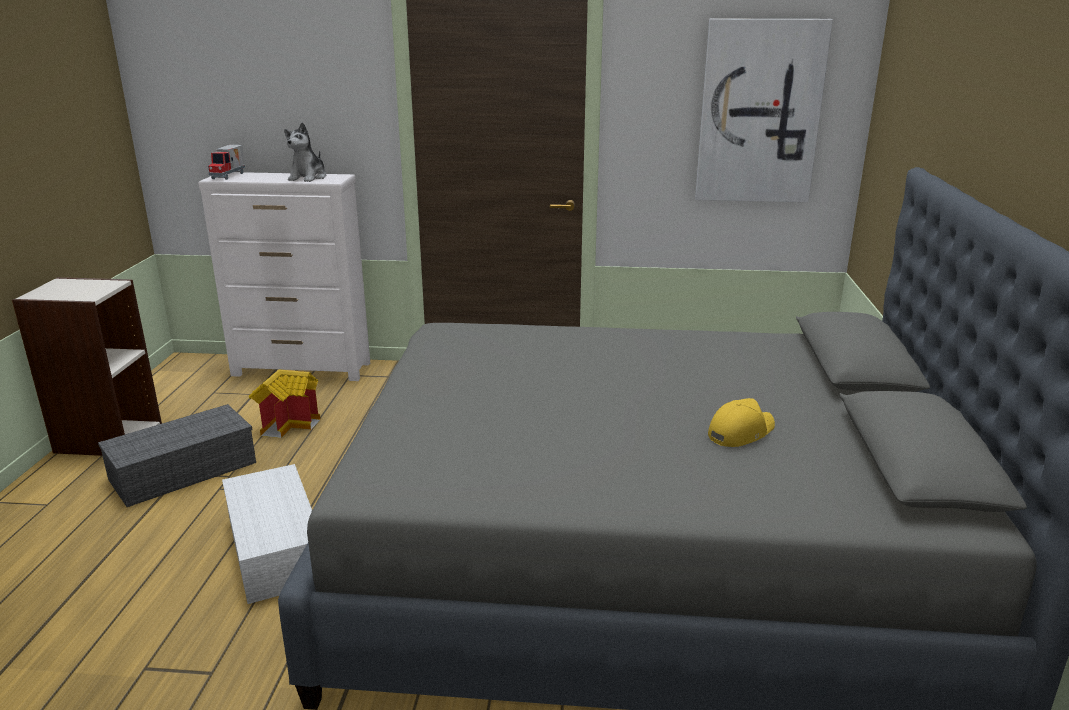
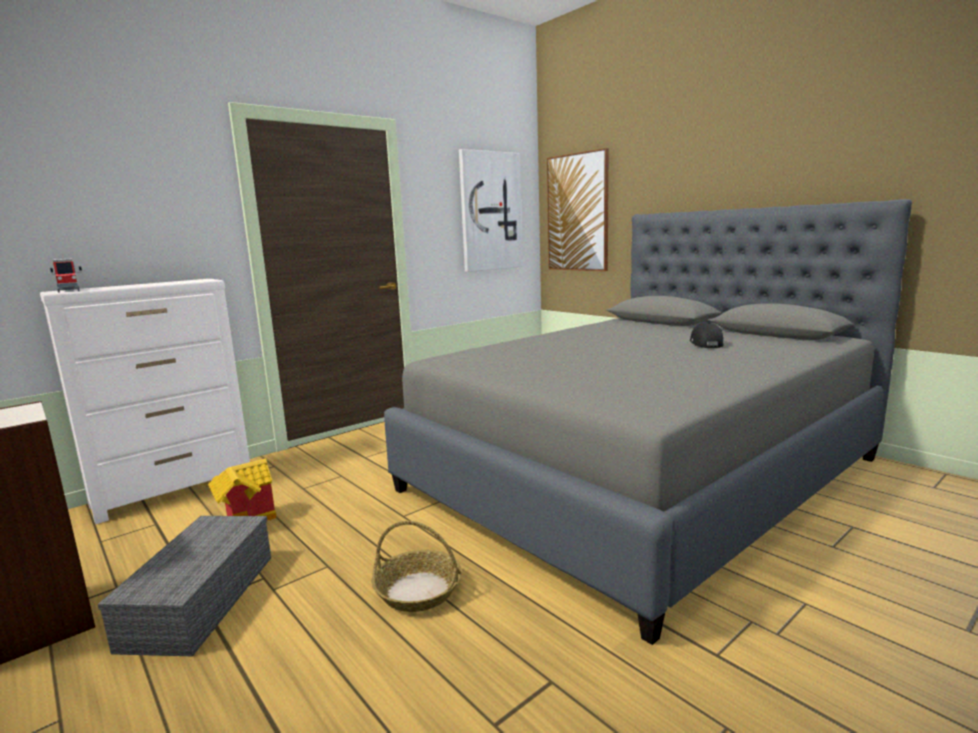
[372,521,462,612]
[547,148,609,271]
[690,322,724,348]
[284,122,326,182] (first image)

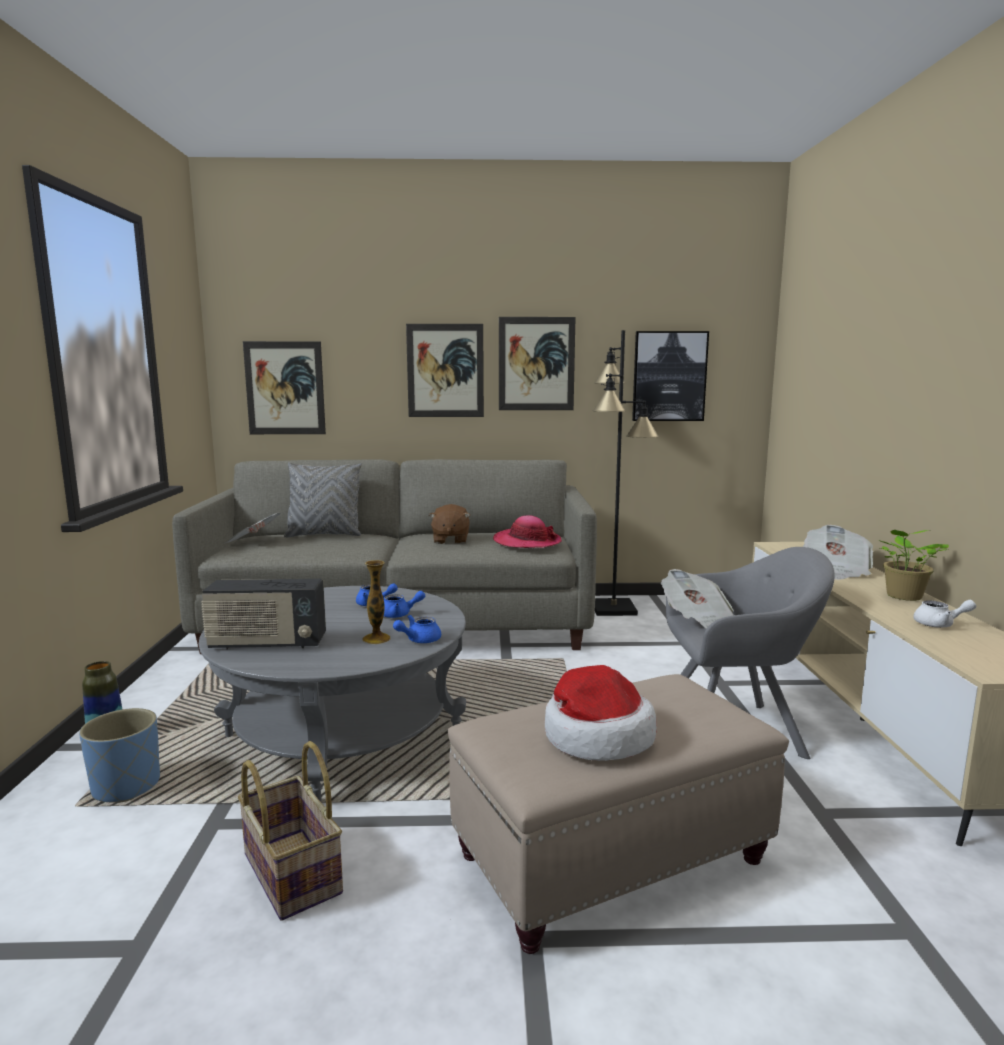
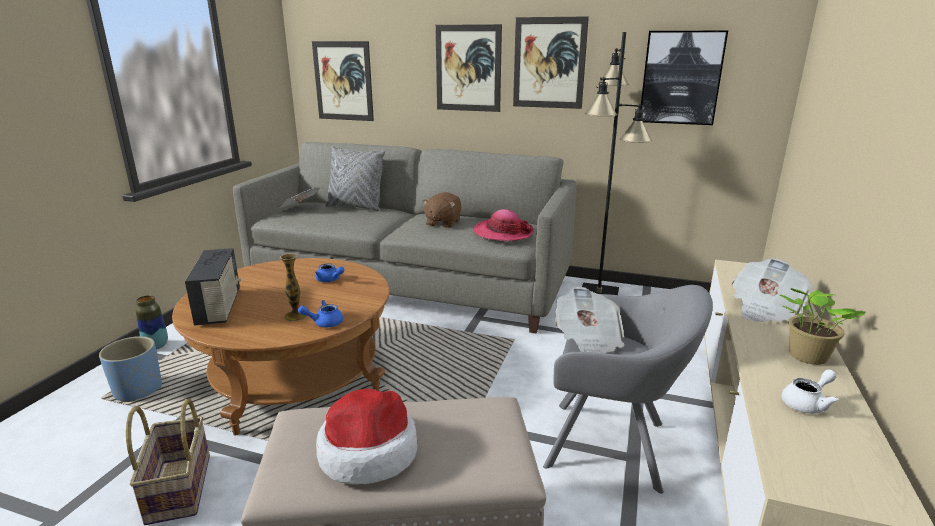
[172,258,389,436]
[185,248,241,326]
[781,369,839,414]
[384,591,425,618] (first image)

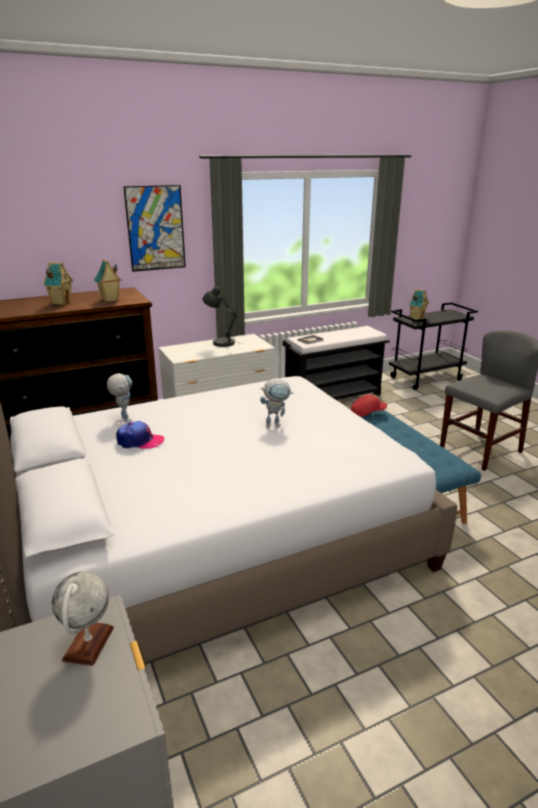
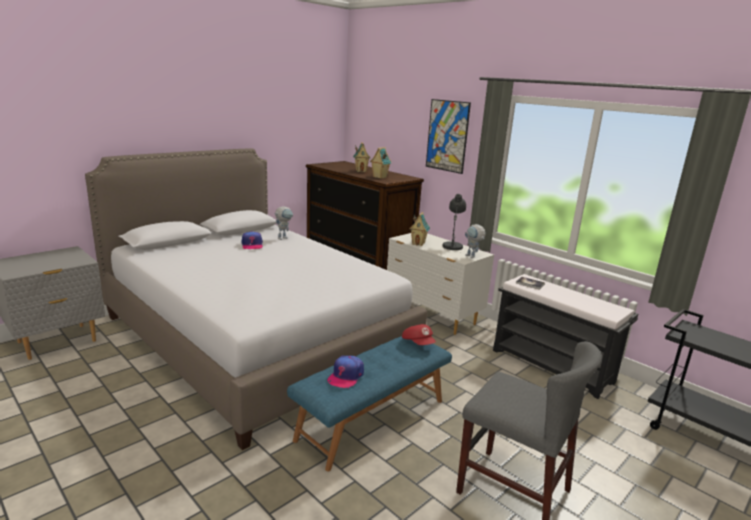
[327,356,364,388]
[410,212,430,246]
[465,224,486,258]
[52,572,114,666] (first image)

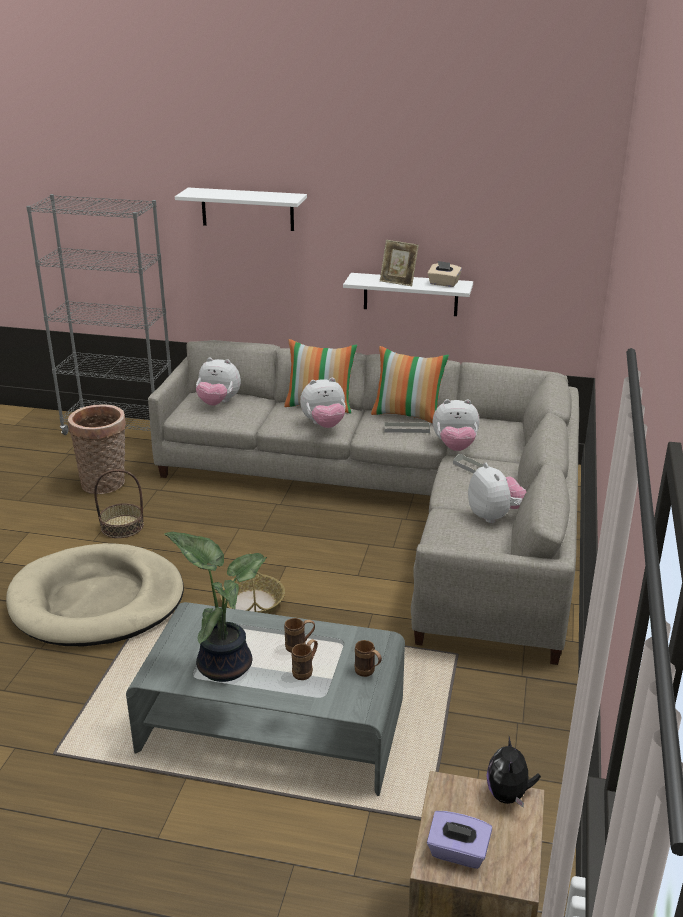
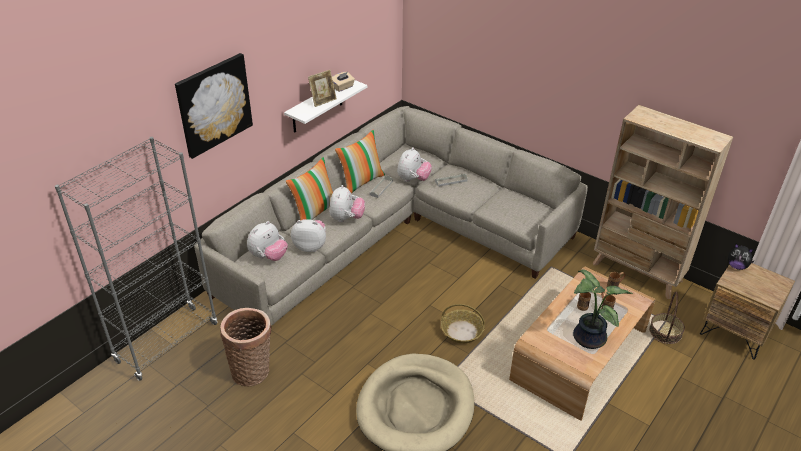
[175,53,253,159]
[291,219,326,252]
[509,266,655,421]
[593,105,733,299]
[649,292,685,344]
[427,811,492,869] (first image)

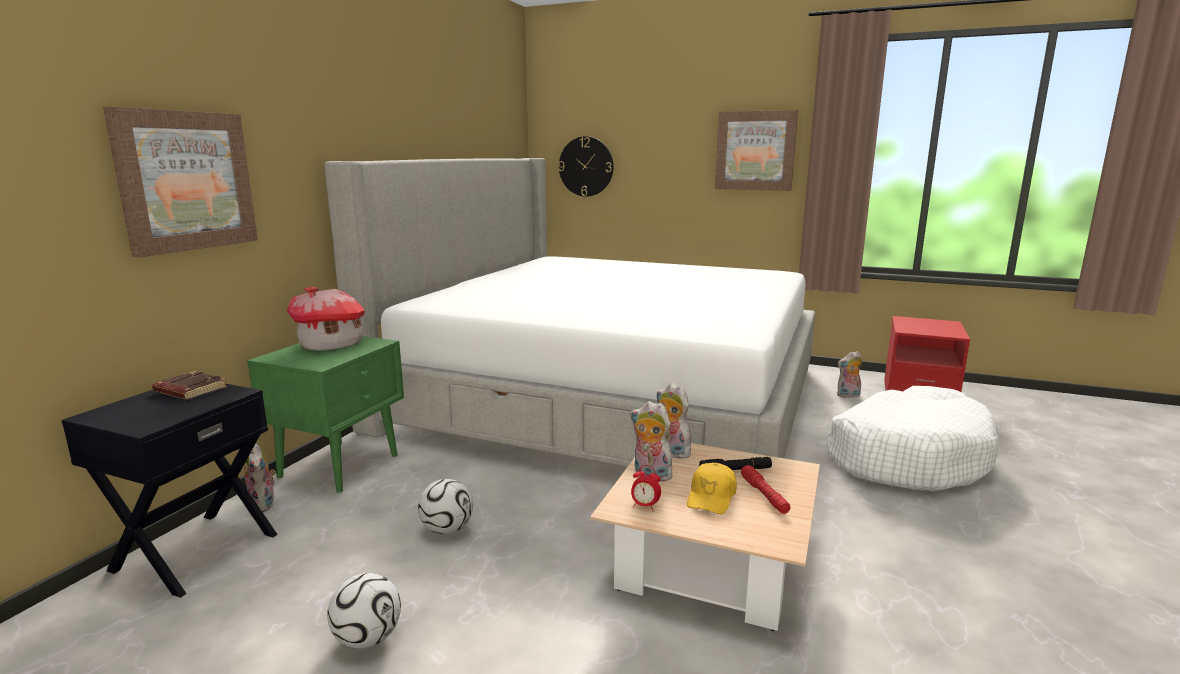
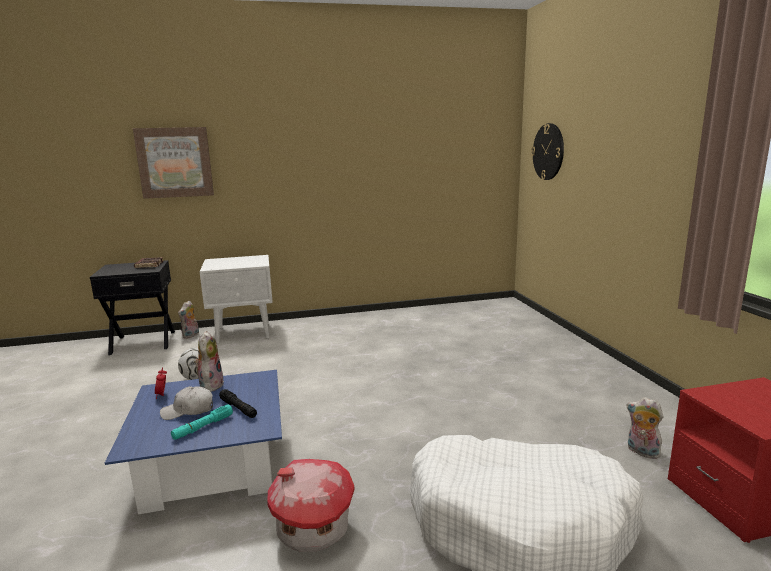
[105,370,282,514]
[160,386,213,420]
[171,404,233,440]
[199,255,273,344]
[267,459,355,552]
[324,158,815,467] (first image)
[327,573,401,649] (first image)
[656,383,691,459] (first image)
[715,110,798,191] (first image)

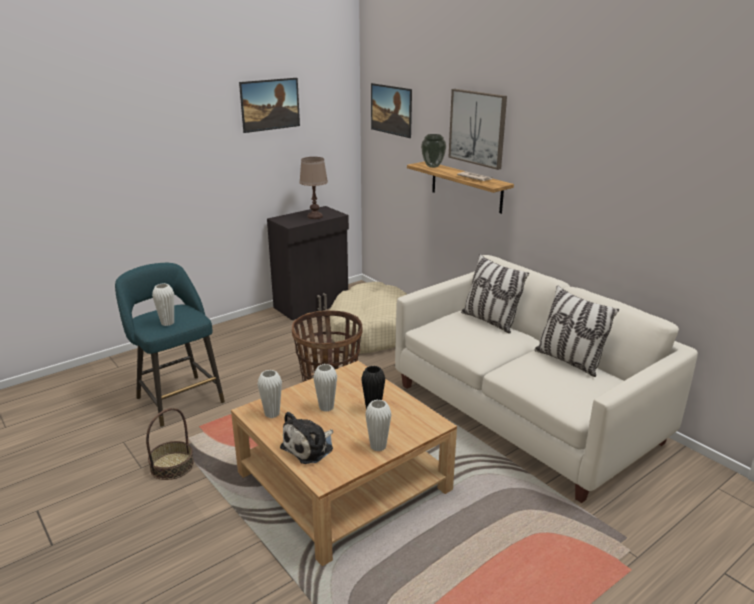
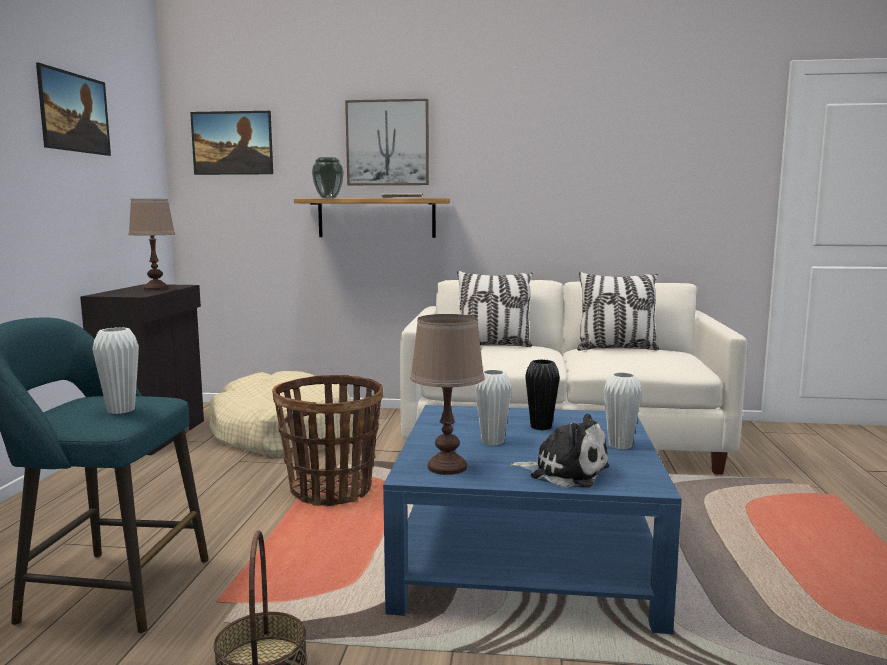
[383,405,682,634]
[410,314,485,475]
[510,414,609,488]

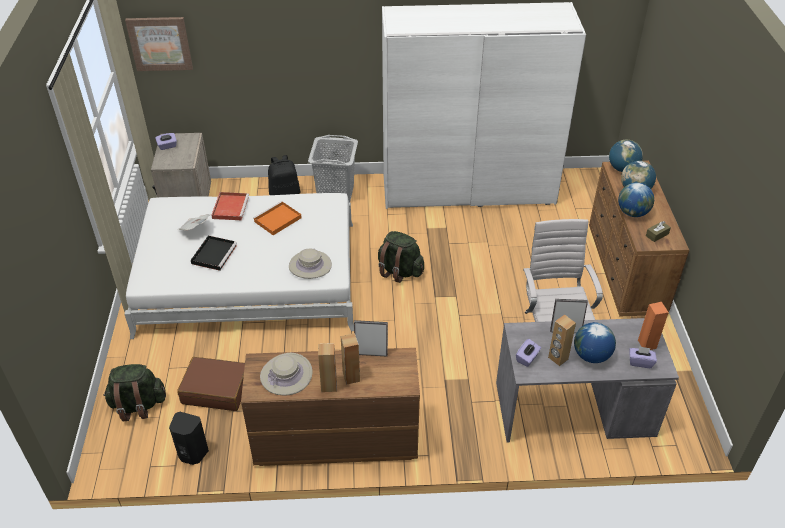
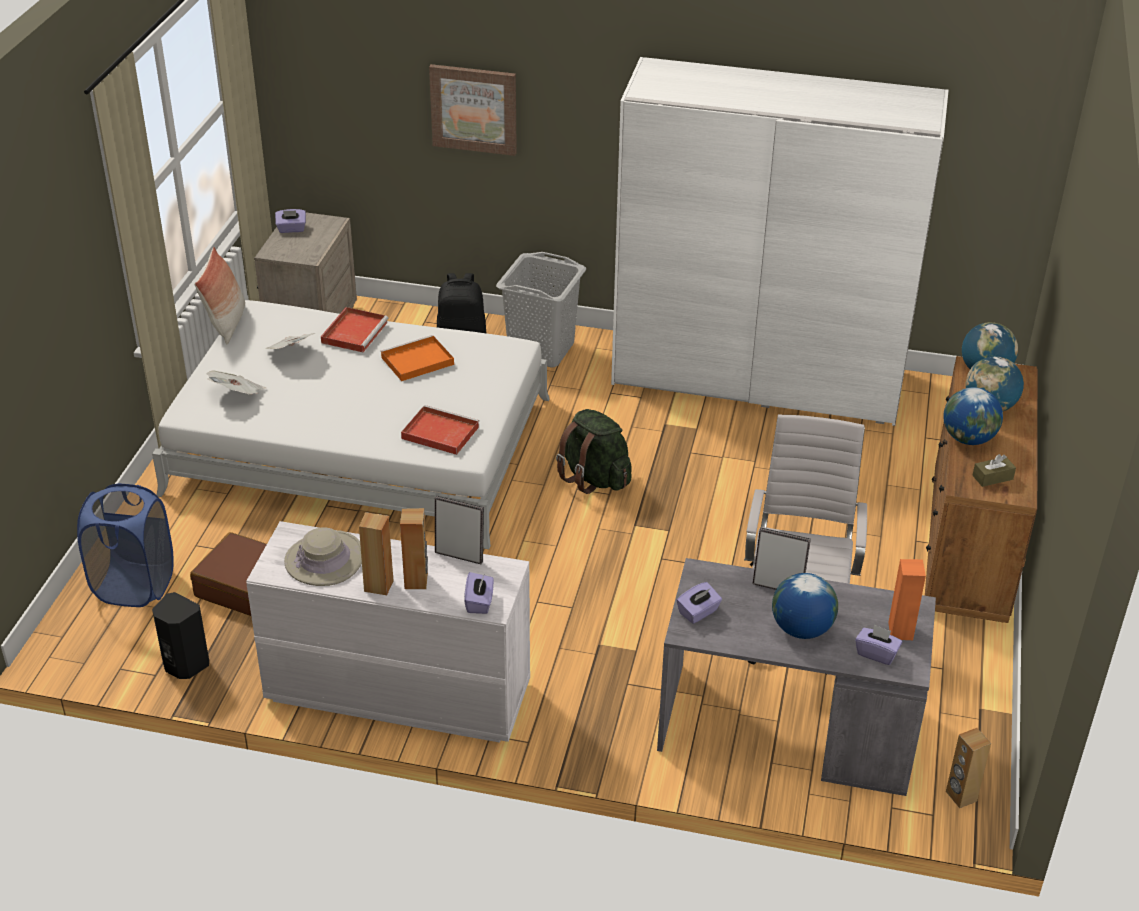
[77,483,173,607]
[194,247,245,345]
[206,370,266,395]
[246,521,530,743]
[401,405,479,455]
[429,64,517,156]
[464,572,494,614]
[946,728,991,808]
[191,236,237,271] (first image)

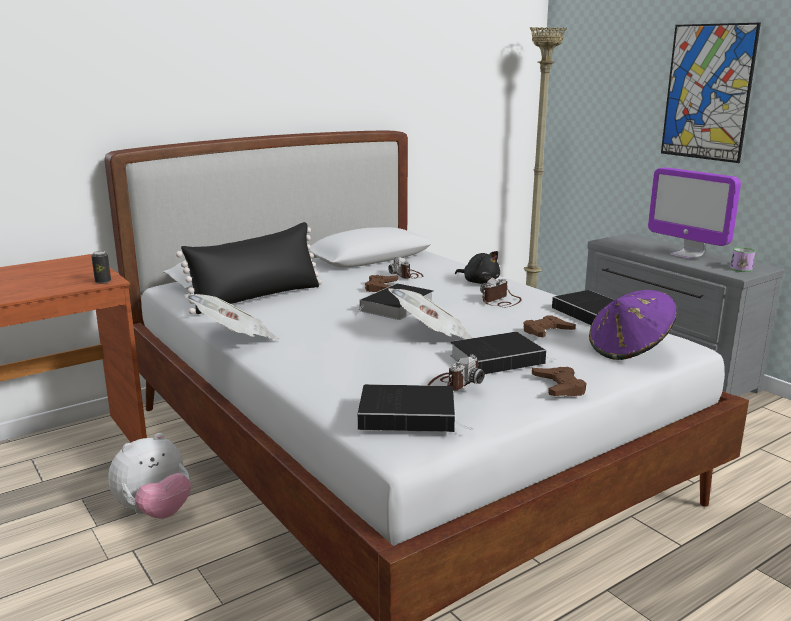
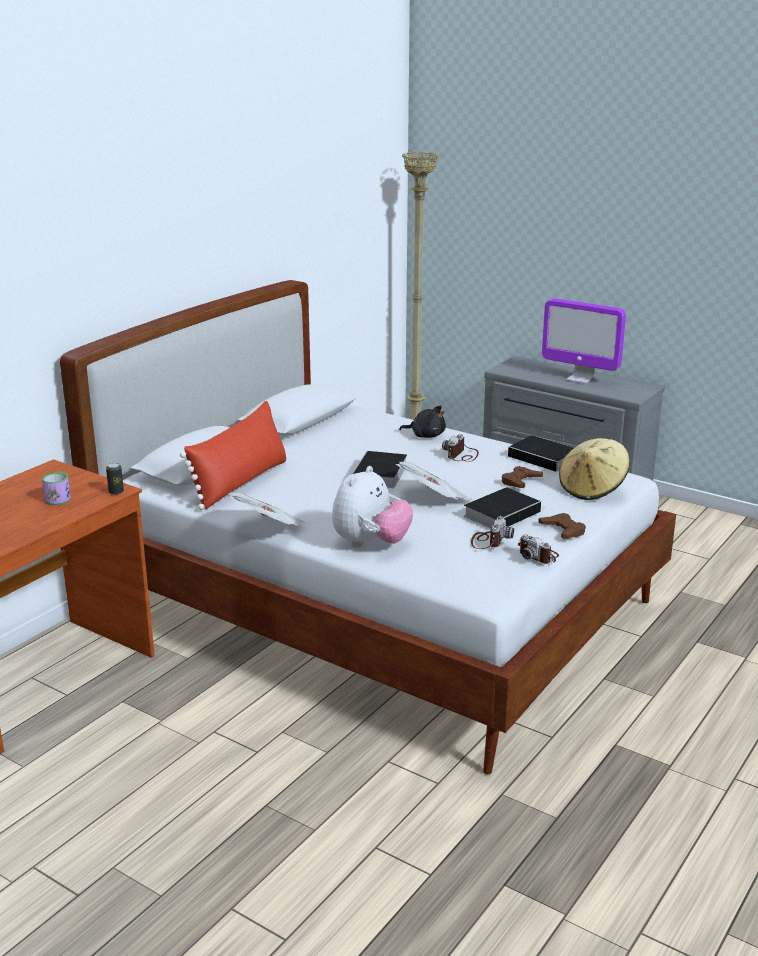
[42,471,71,505]
[180,401,287,510]
[332,466,413,548]
[518,534,559,564]
[559,438,630,500]
[358,384,474,432] (first image)
[365,275,398,292] (first image)
[661,23,761,163] (first image)

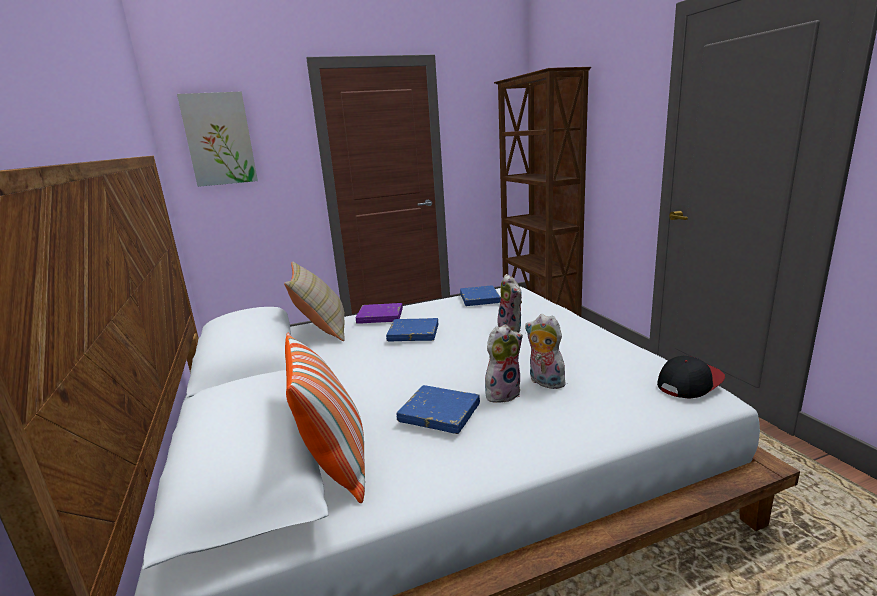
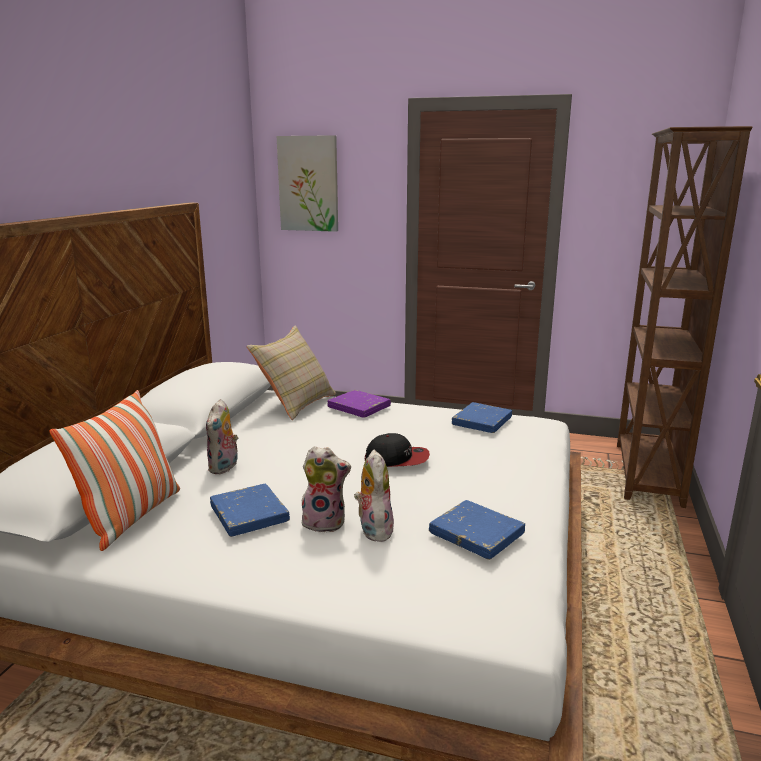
[206,399,238,474]
[365,433,430,467]
[429,500,525,560]

